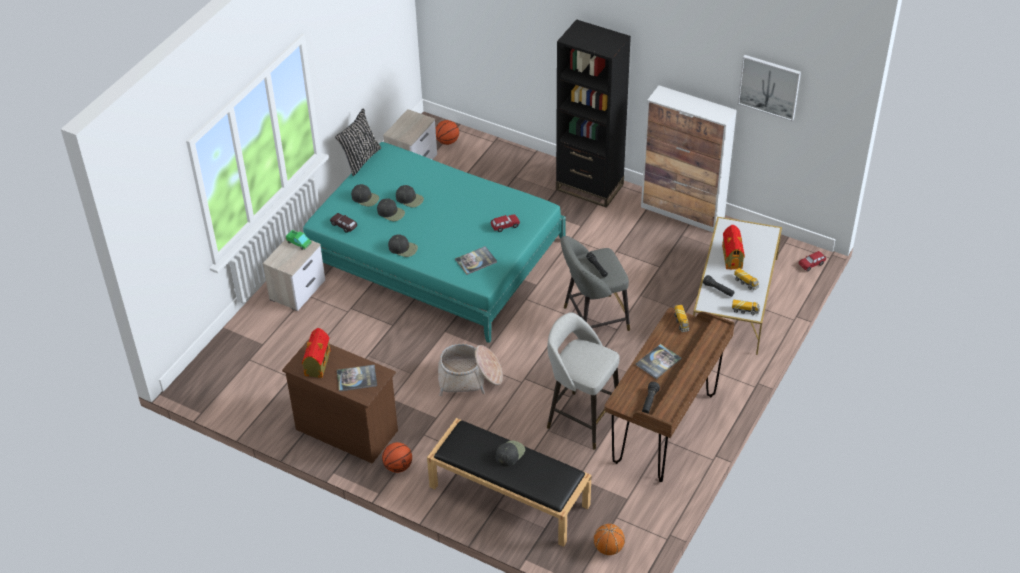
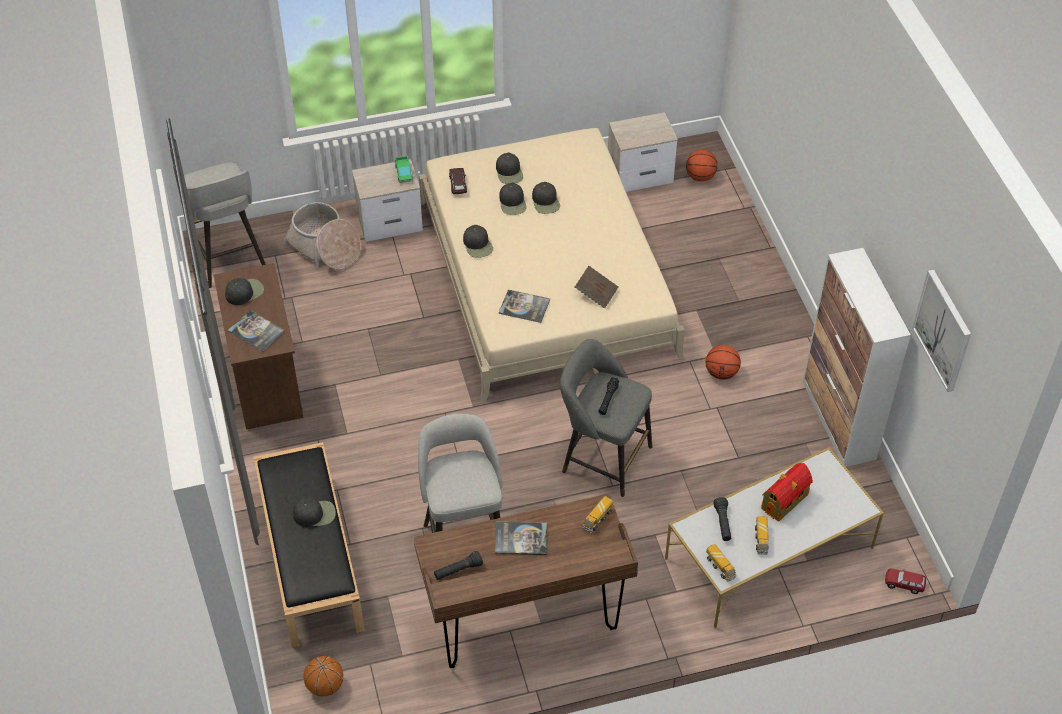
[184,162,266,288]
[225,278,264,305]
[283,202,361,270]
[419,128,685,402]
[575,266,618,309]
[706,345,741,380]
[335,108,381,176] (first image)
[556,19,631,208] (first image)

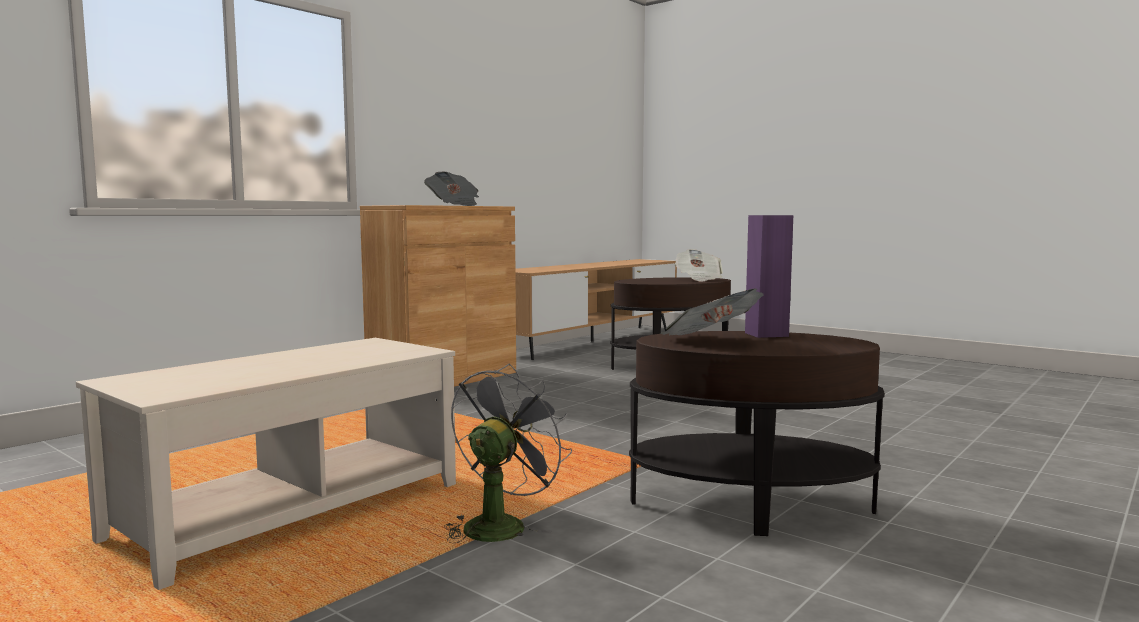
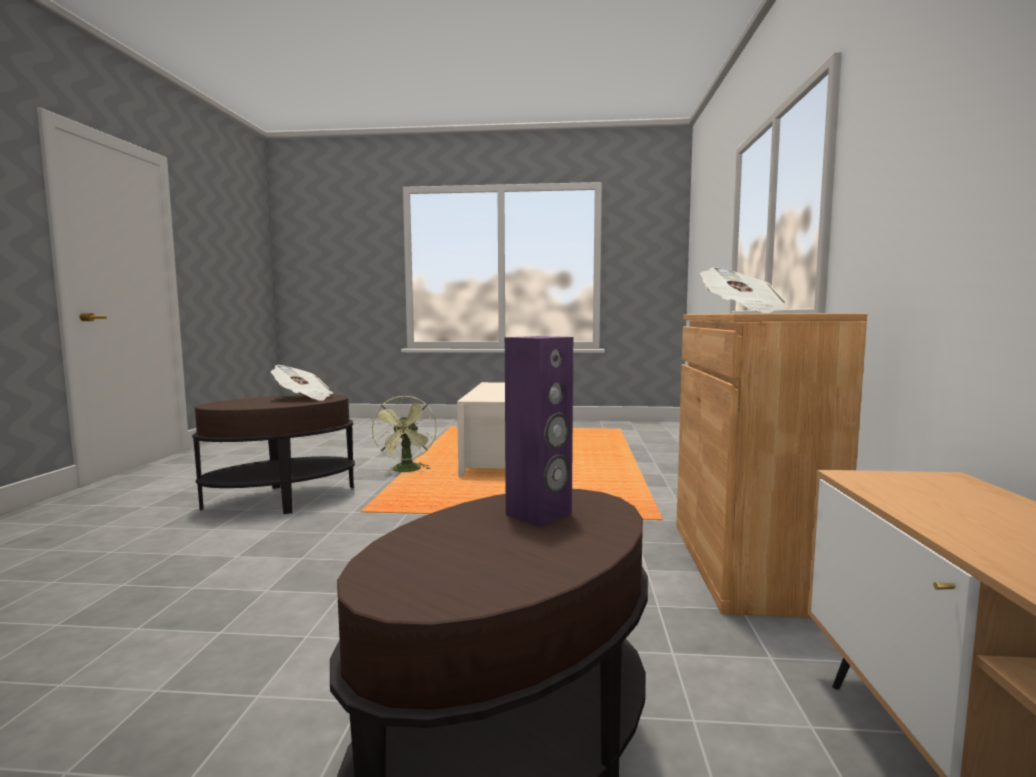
[372,395,437,472]
[505,336,573,527]
[675,249,723,281] (first image)

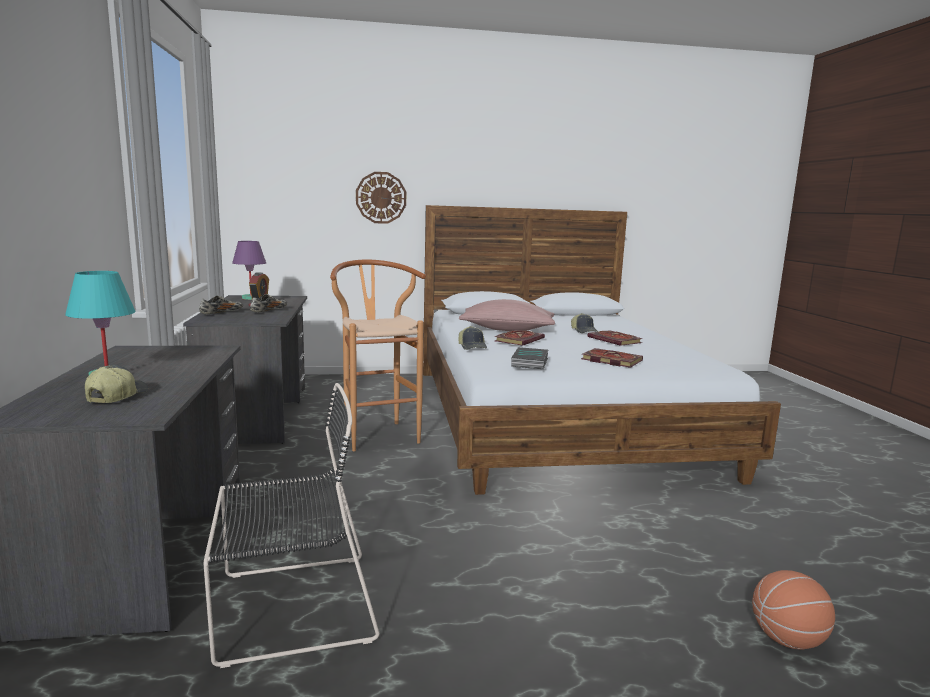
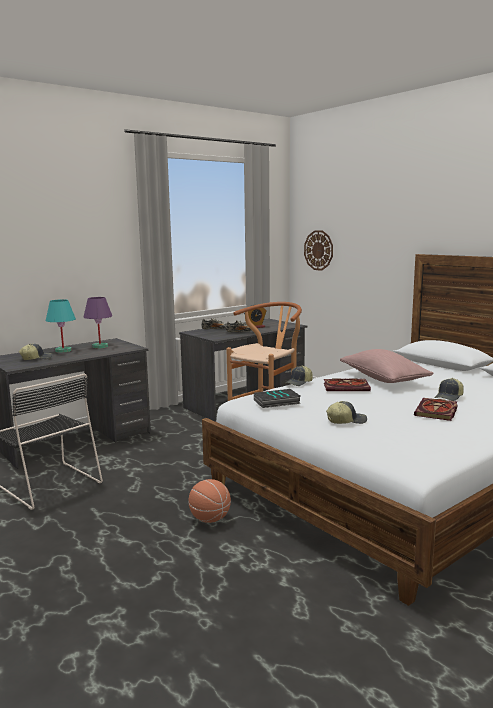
[83,297,112,349]
[188,479,231,523]
[304,230,333,271]
[326,401,367,424]

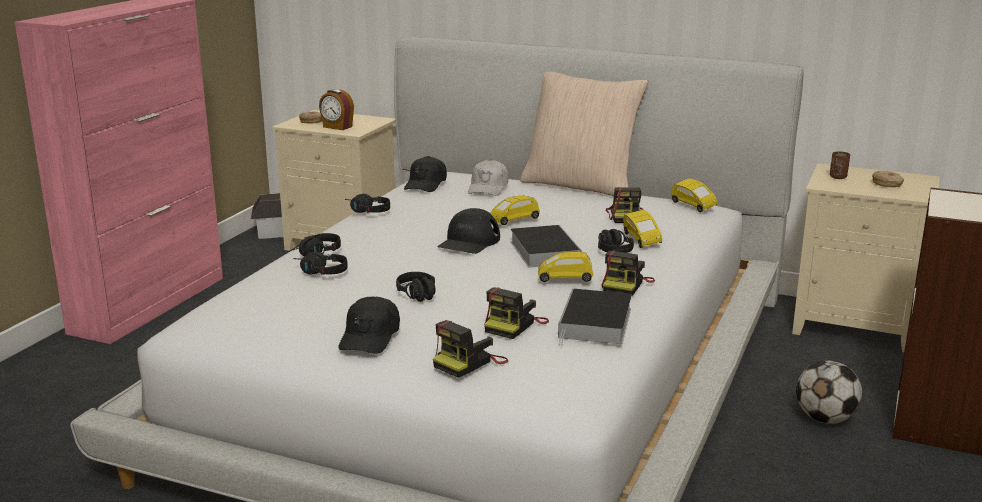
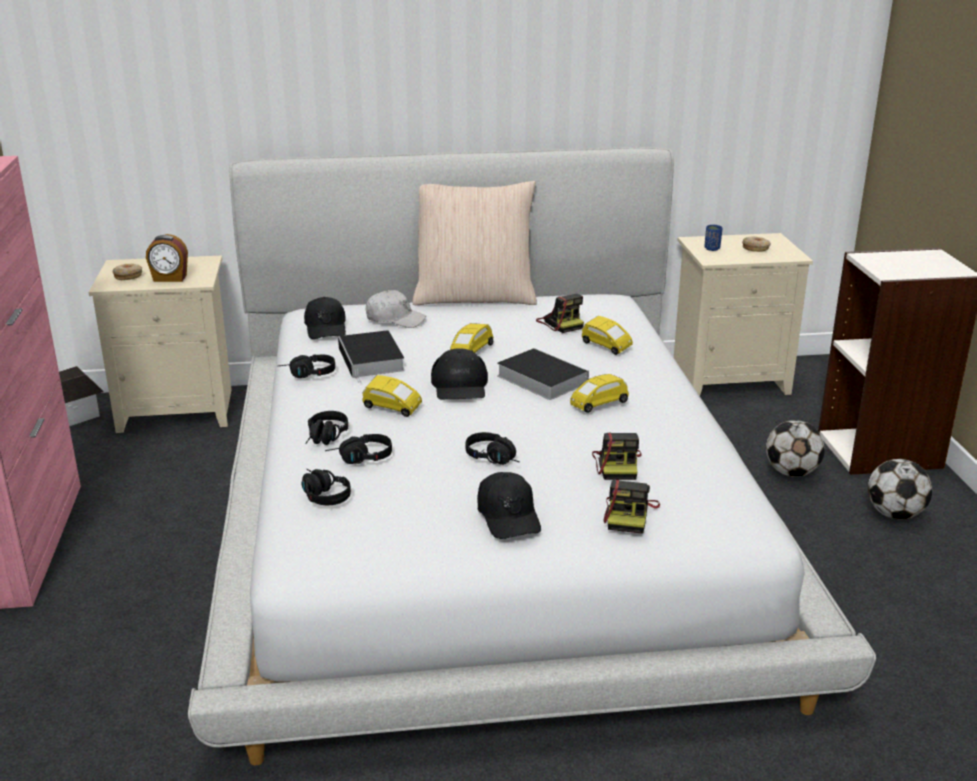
[301,469,351,505]
[338,330,405,383]
[362,375,422,417]
[366,290,427,328]
[704,225,722,251]
[868,459,932,519]
[601,250,655,295] (first image)

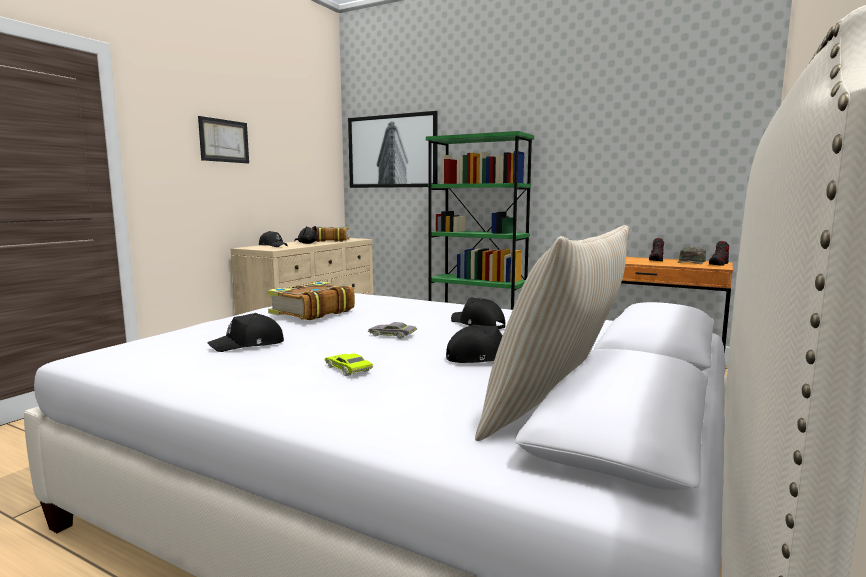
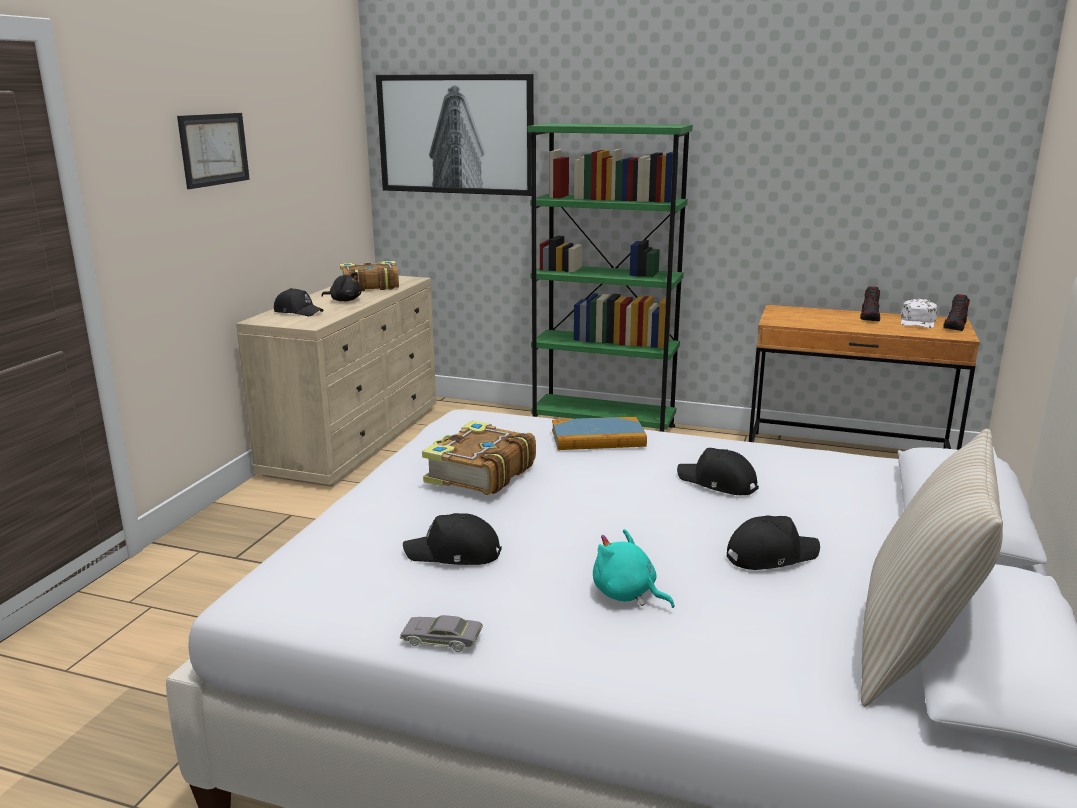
[400,615,483,652]
[403,513,502,565]
[552,417,647,450]
[593,529,675,608]
[901,299,937,328]

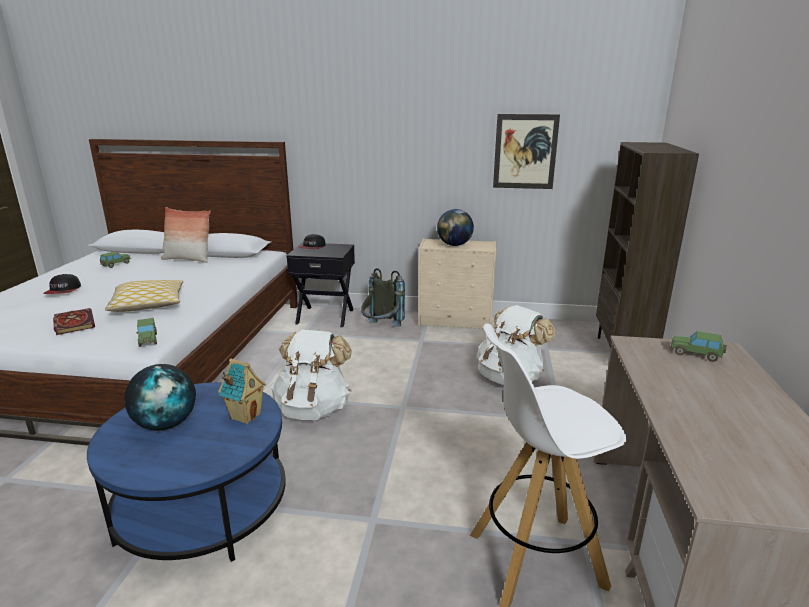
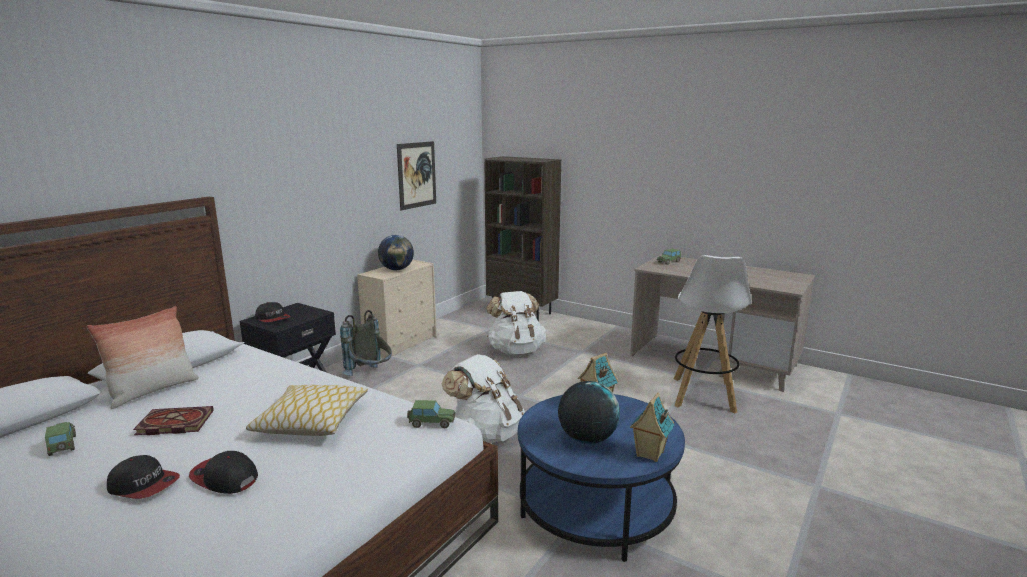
[133,406,214,435]
[189,451,258,494]
[630,392,674,462]

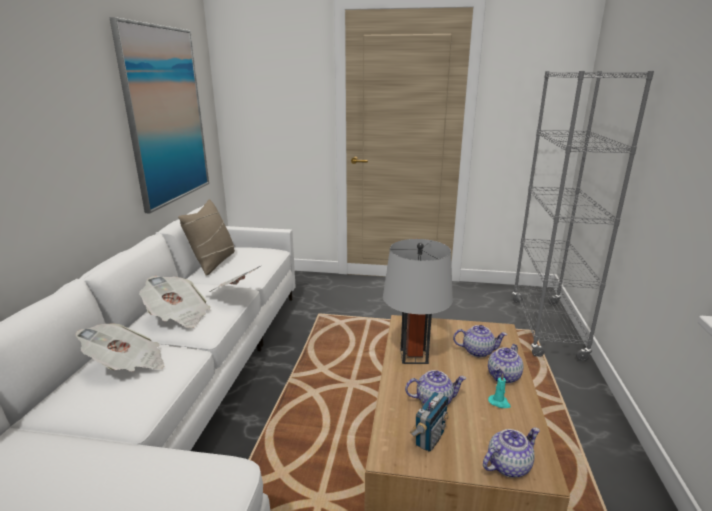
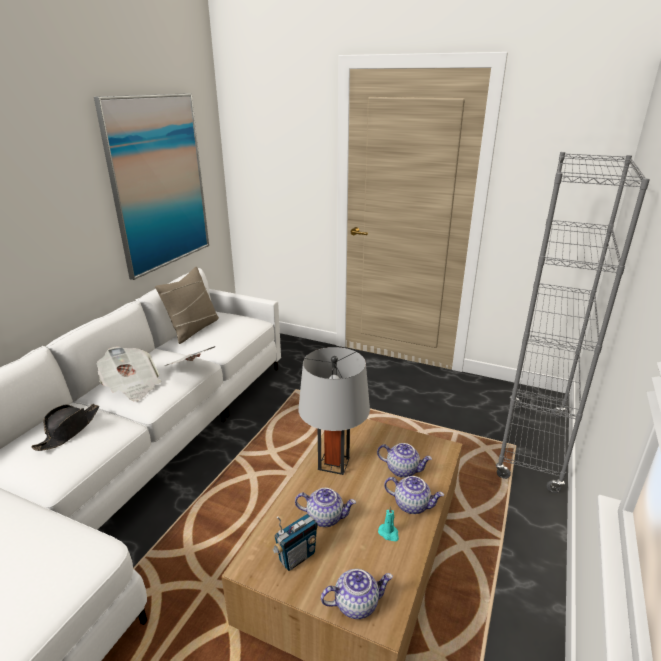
[31,404,99,451]
[384,476,444,514]

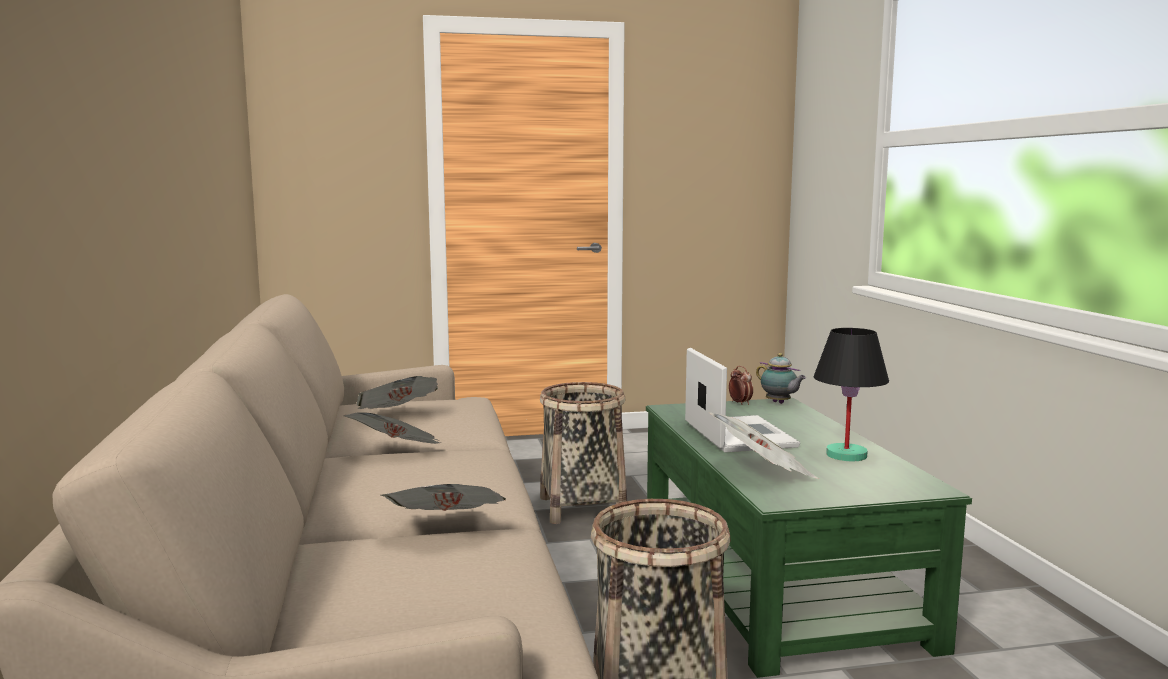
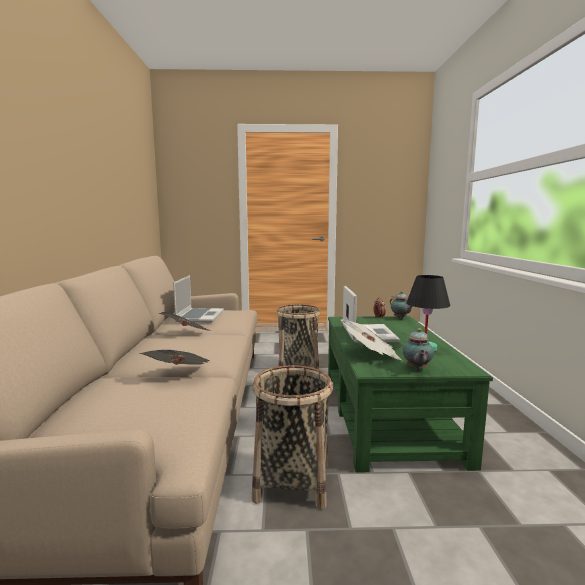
[173,275,224,323]
[403,328,434,370]

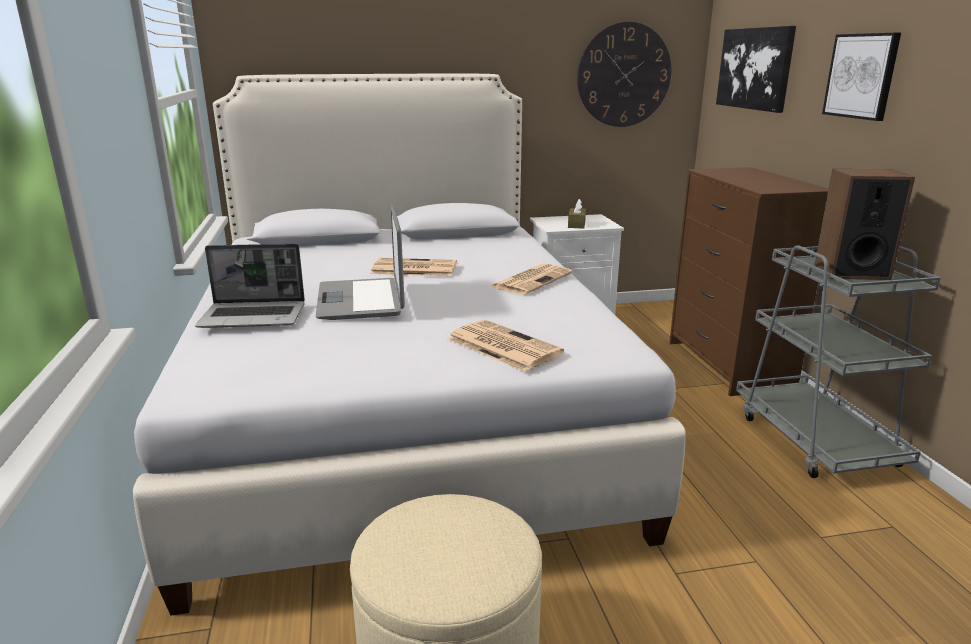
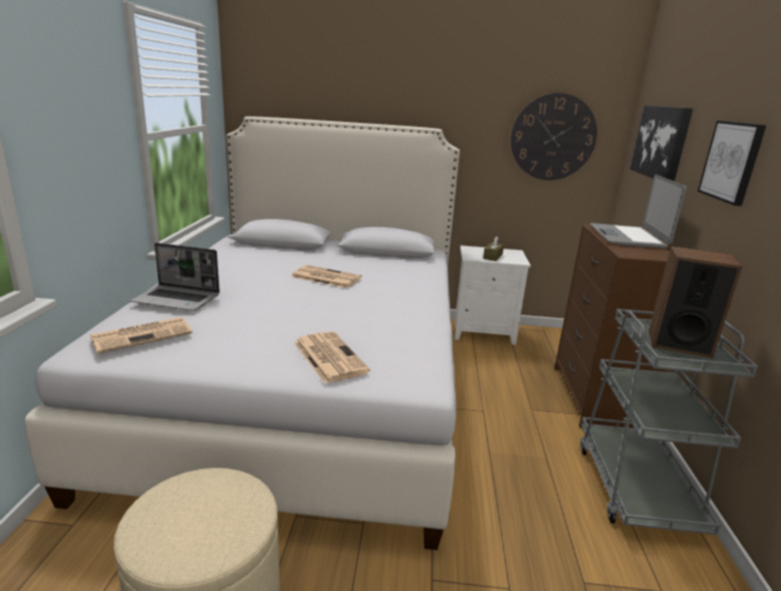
[90,317,192,353]
[590,174,687,249]

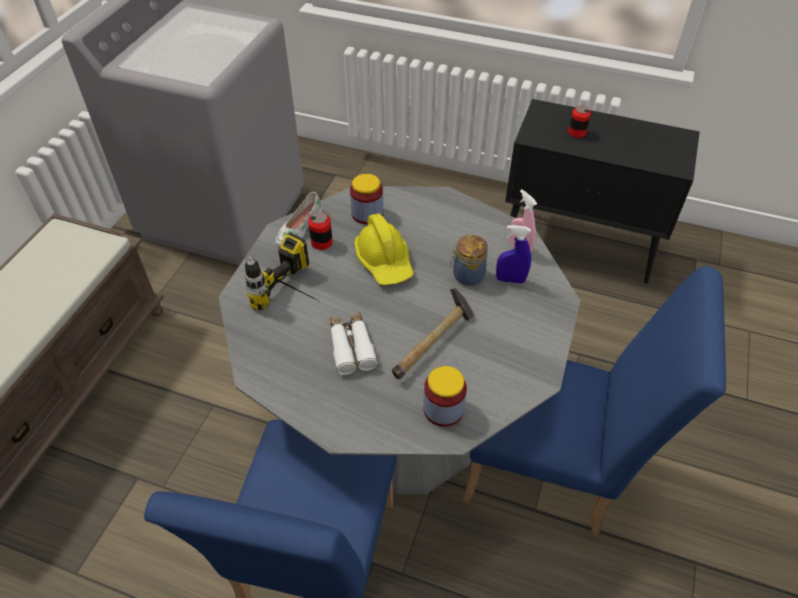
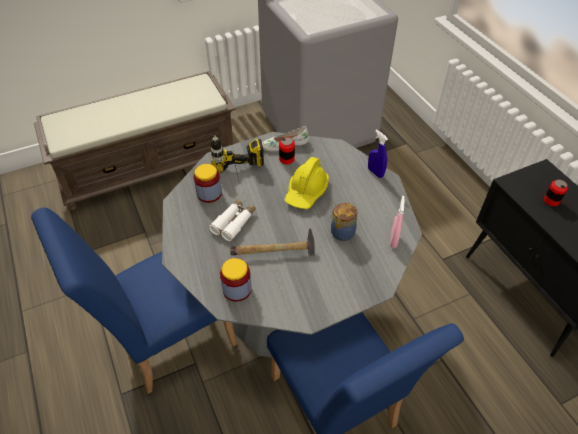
[194,164,222,203]
[368,129,388,178]

